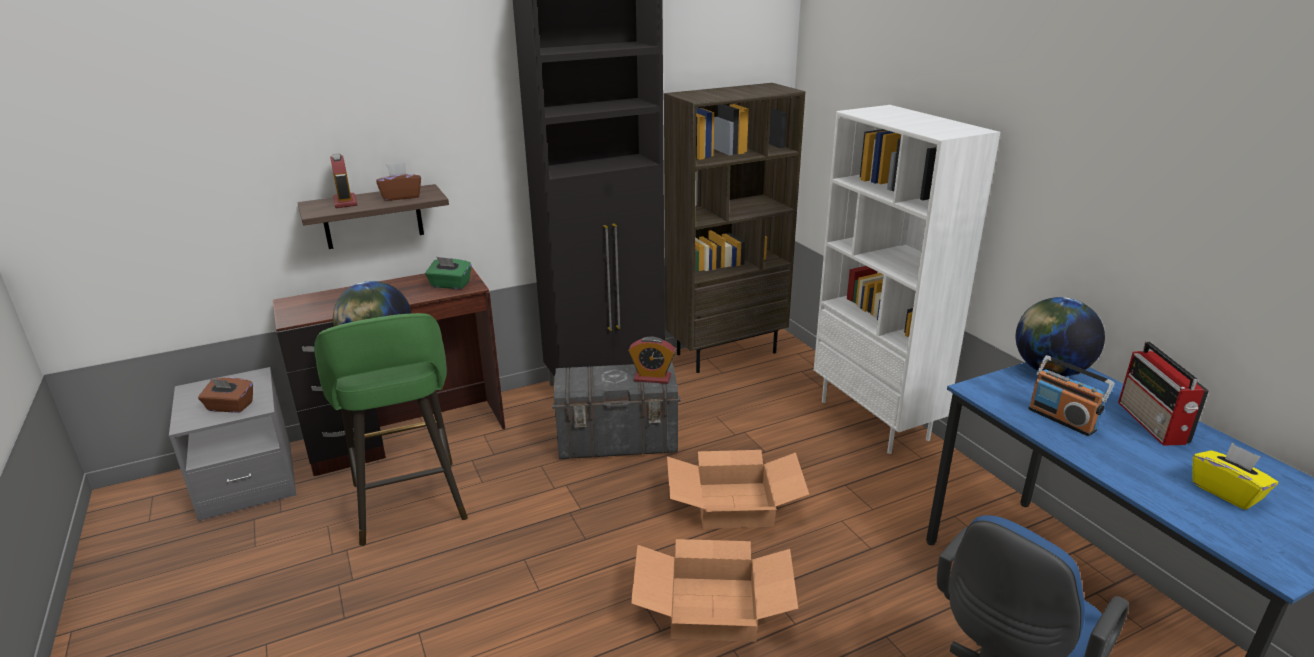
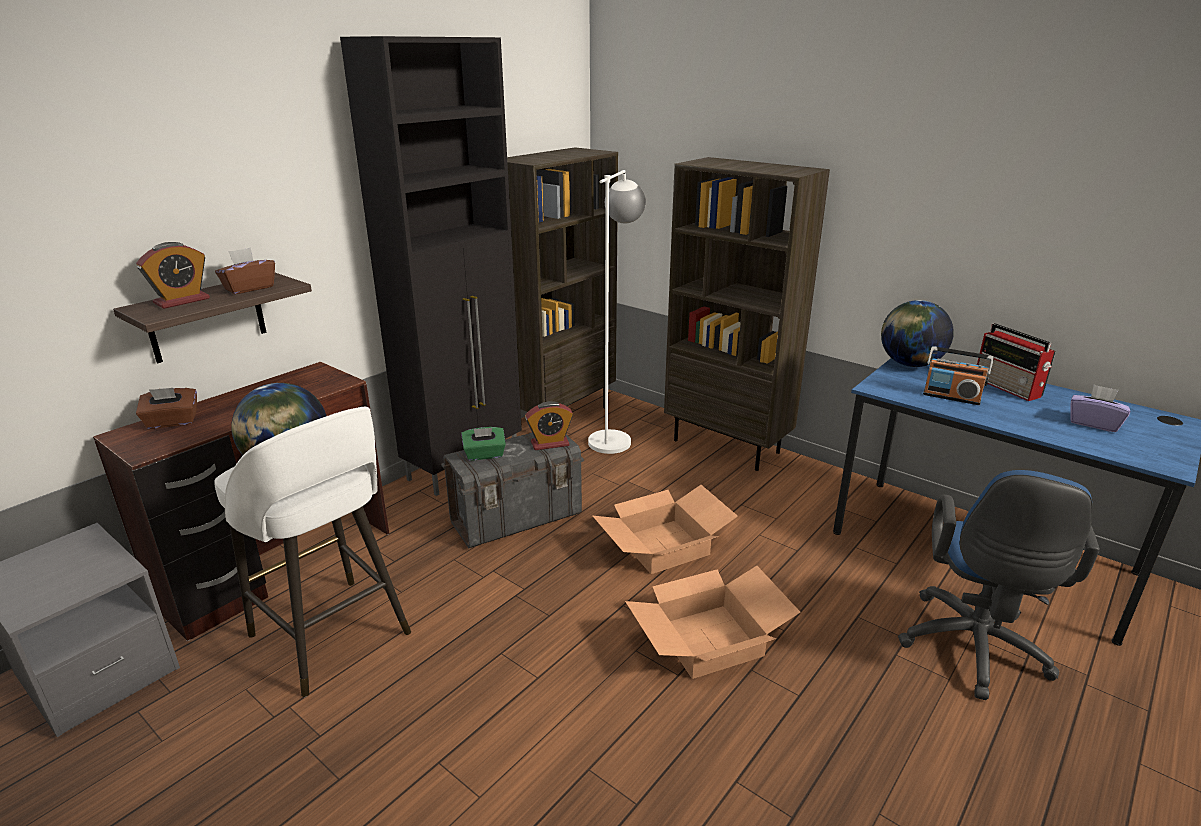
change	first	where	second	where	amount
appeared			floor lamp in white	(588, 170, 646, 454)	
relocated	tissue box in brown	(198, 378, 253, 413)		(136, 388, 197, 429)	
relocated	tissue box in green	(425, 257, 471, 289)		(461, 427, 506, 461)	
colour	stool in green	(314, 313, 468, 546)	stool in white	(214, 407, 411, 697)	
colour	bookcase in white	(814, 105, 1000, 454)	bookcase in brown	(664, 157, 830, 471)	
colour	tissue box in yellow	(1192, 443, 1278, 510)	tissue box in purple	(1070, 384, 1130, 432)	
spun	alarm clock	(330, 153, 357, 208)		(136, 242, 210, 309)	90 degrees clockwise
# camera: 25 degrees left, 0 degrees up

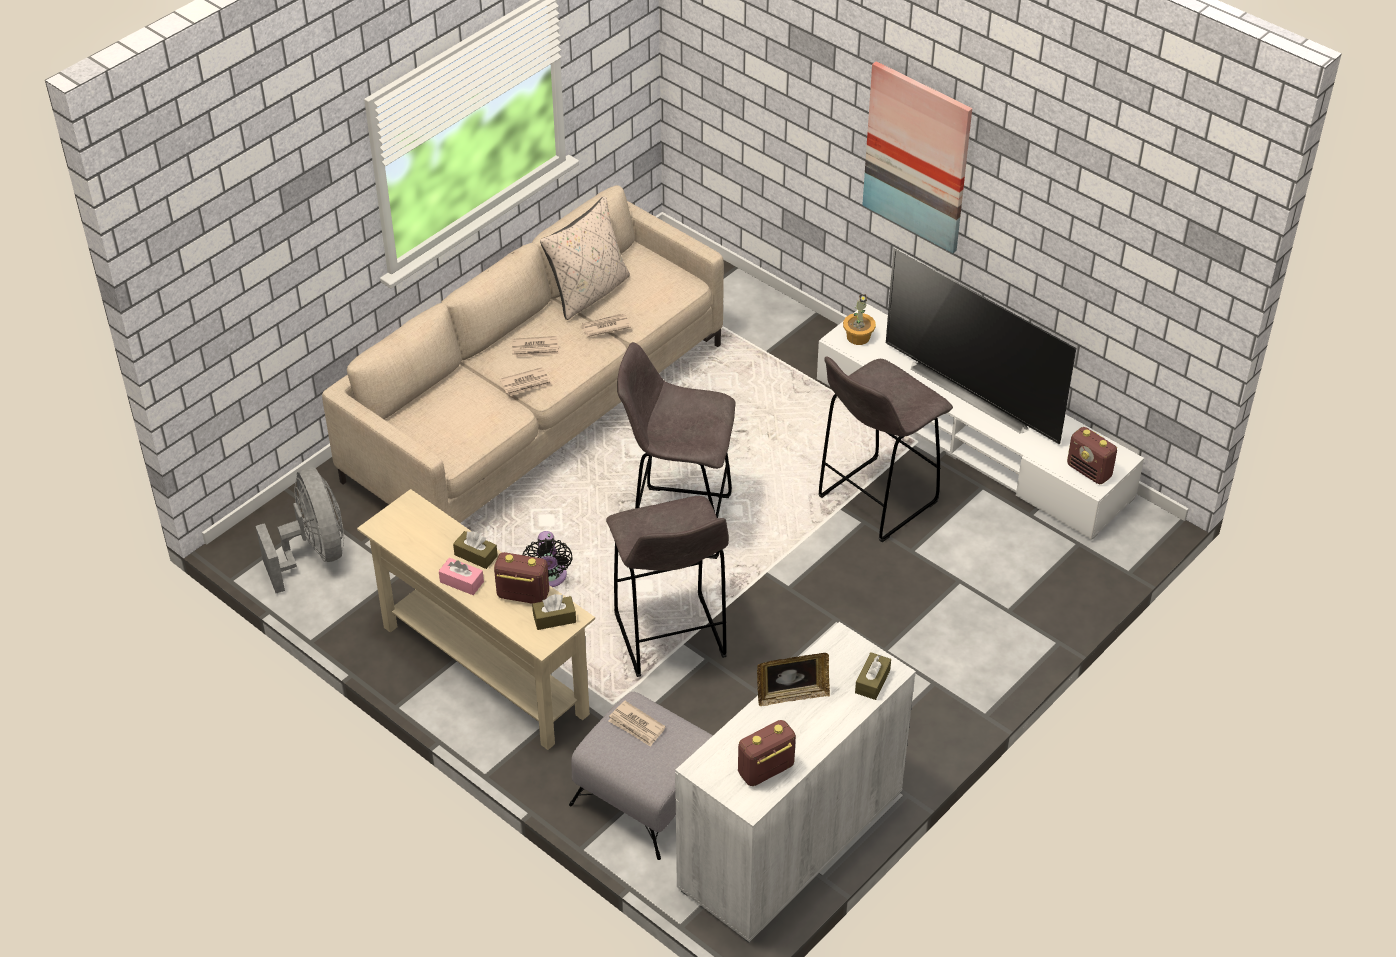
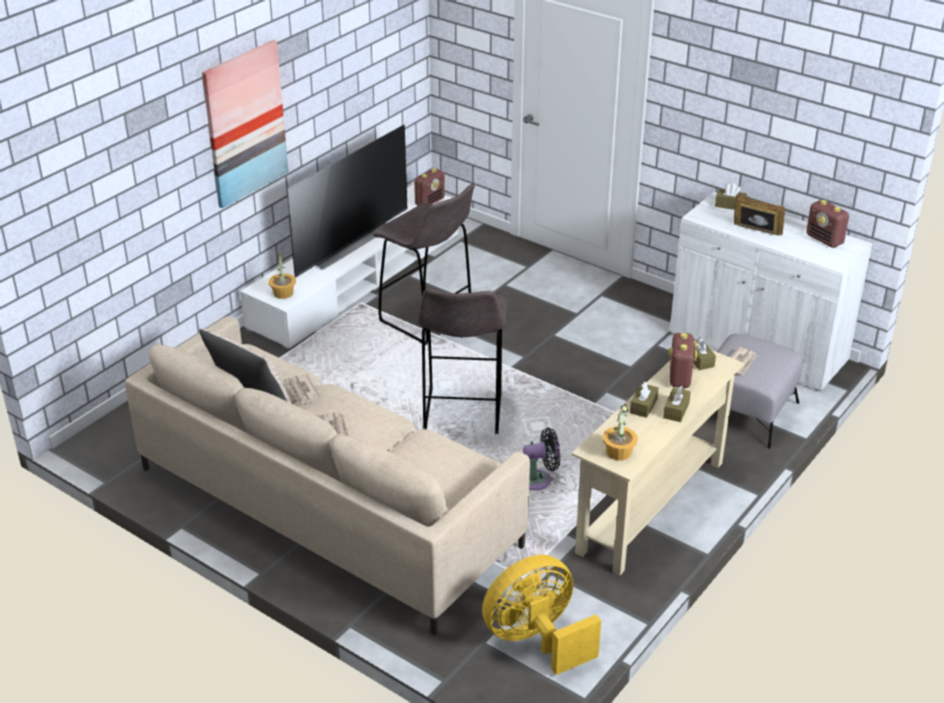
change	first	where	second	where	amount
missing	newspaper	(499, 367, 552, 396)			
missing	stool in grey	(606, 496, 729, 677)			
appeared			potted plant	(602, 404, 638, 460)	
colour	fan in grey	(256, 467, 344, 593)	fan in yellow	(482, 555, 601, 675)	
colour	tissue box in pink	(439, 558, 484, 595)	tissue box in brown	(663, 386, 691, 422)	
spun	picture frame	(757, 653, 830, 706)		(734, 195, 785, 236)	45 degrees counterclockwise
# camera: 95 degrees left, 10 degrees down

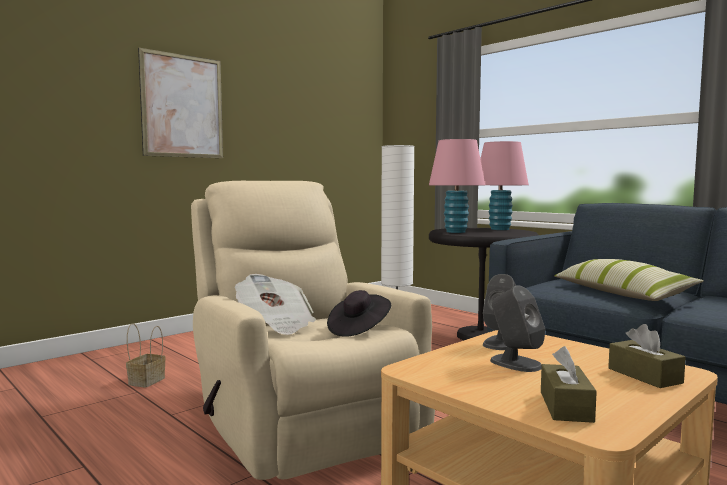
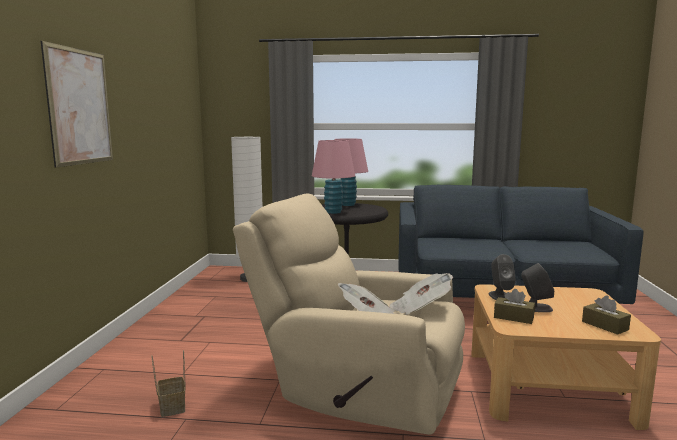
change	first	where	second	where	amount
missing	pillow	(554, 259, 703, 301)			
relocated	tissue box in brown	(608, 324, 686, 388)		(494, 289, 535, 324)	
exchanged	hat in black	(327, 290, 391, 337)	newspaper	(389, 273, 453, 315)	
# camera: 40 degrees left, 5 degrees up

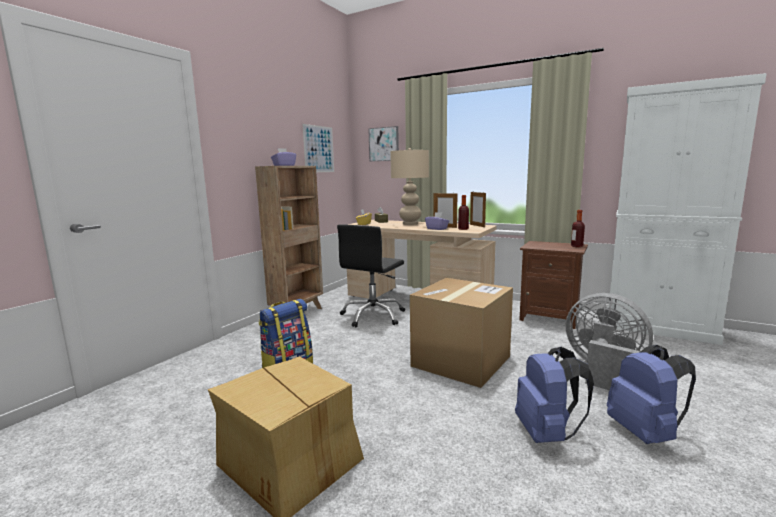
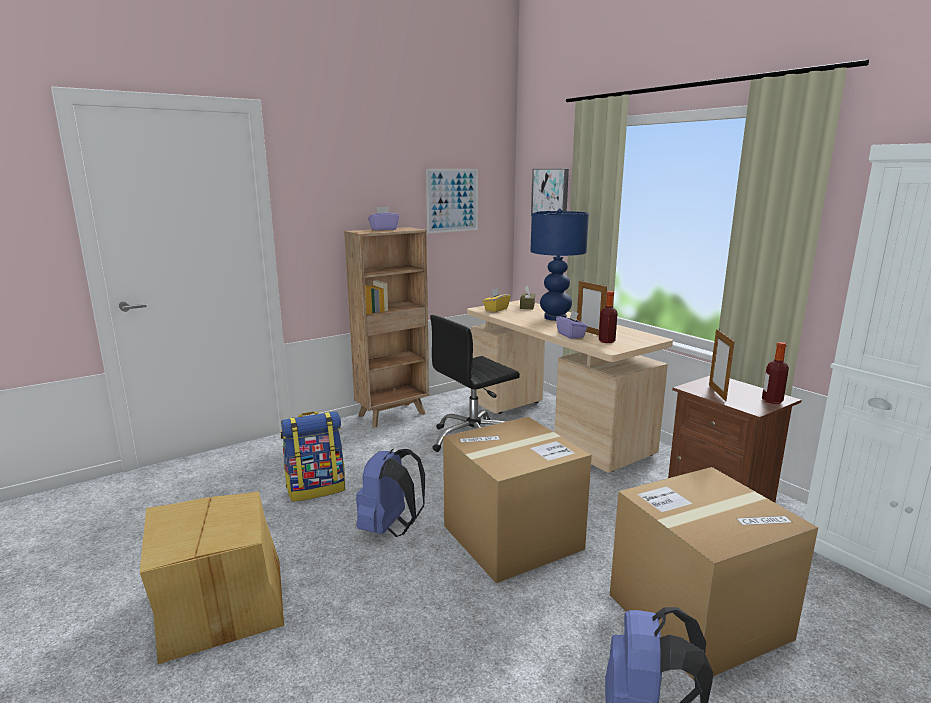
change	first	where	second	where	amount
relocated	picture frame	(470, 192, 486, 227)		(709, 329, 735, 401)	
relocated	backpack in blue	(515, 347, 594, 443)		(356, 449, 425, 537)	
exchanged	fan in grey	(566, 293, 653, 390)	cardboard box	(610, 467, 818, 680)	
colour	table lamp in beige	(390, 148, 429, 225)	table lamp in blue	(530, 209, 589, 321)	
# camera: 25 degrees right, 5 degrees up

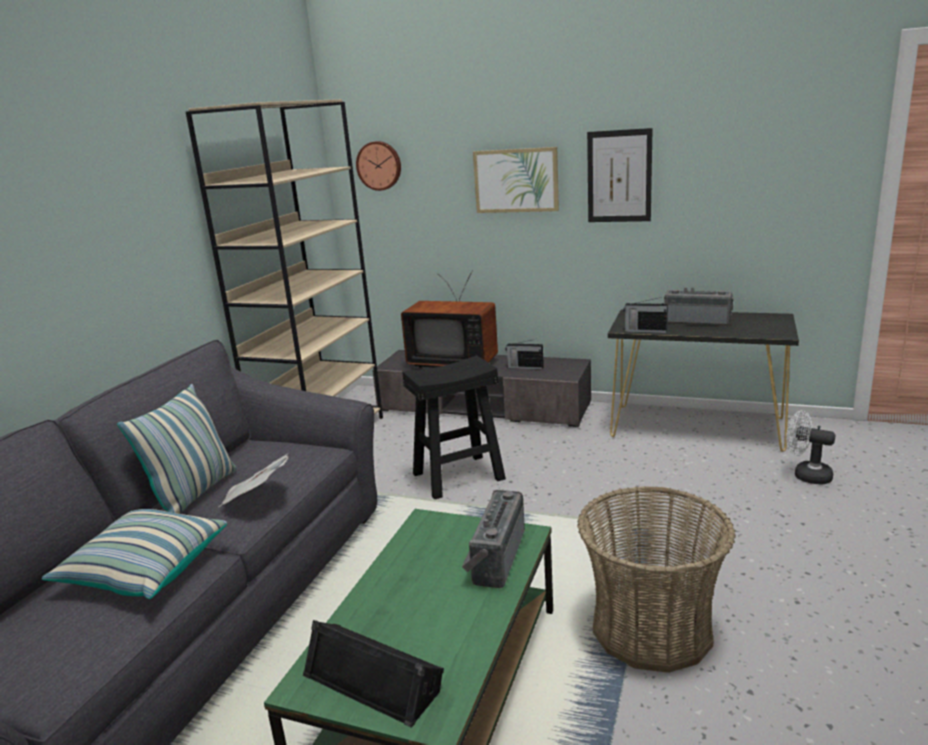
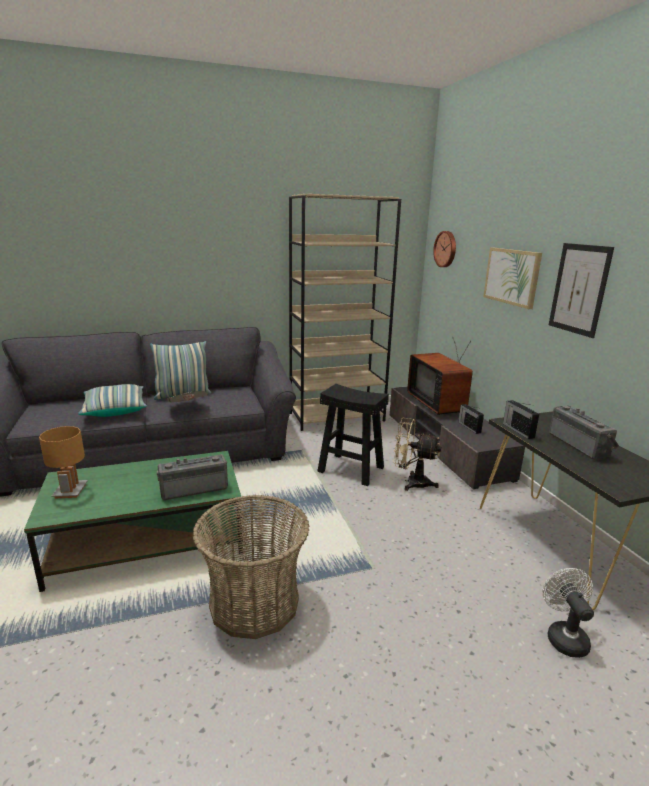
change	first	where	second	where	amount
appeared			fan in beige	(393, 418, 441, 491)	
exchanged	speaker in black	(303, 620, 444, 728)	table lamp in brown	(39, 426, 88, 498)	
# camera: 50 degrees right, 0 degrees up

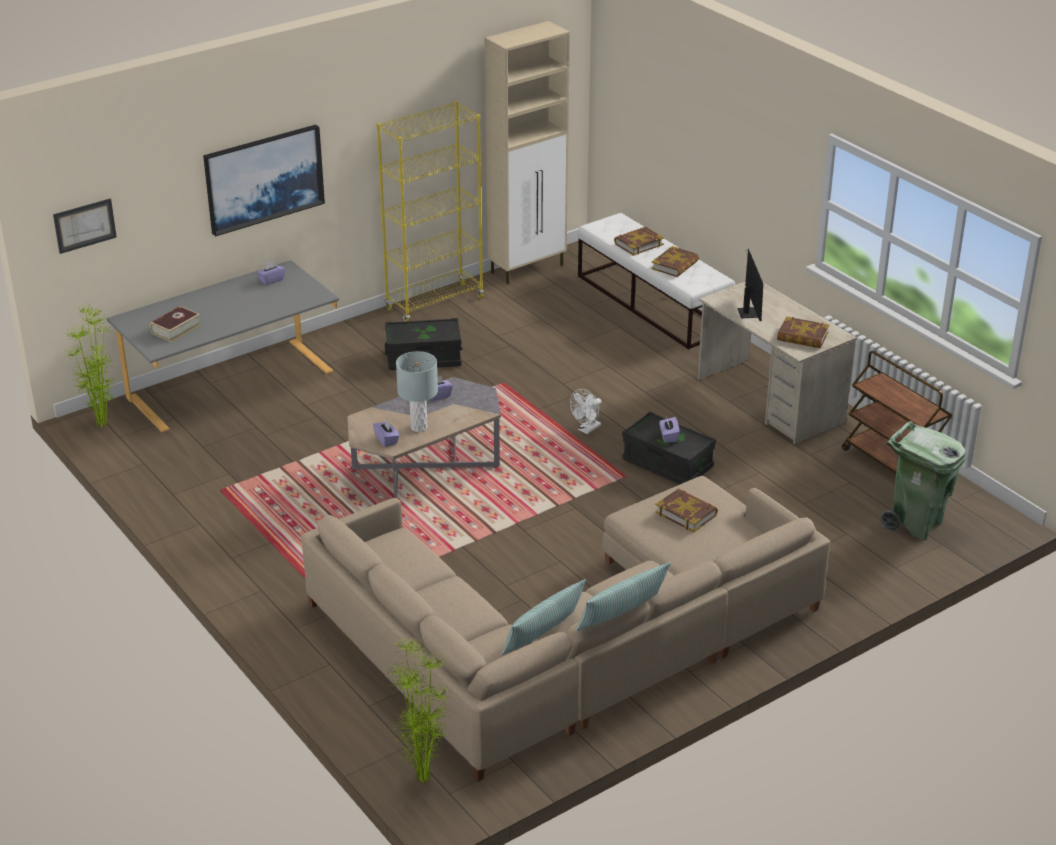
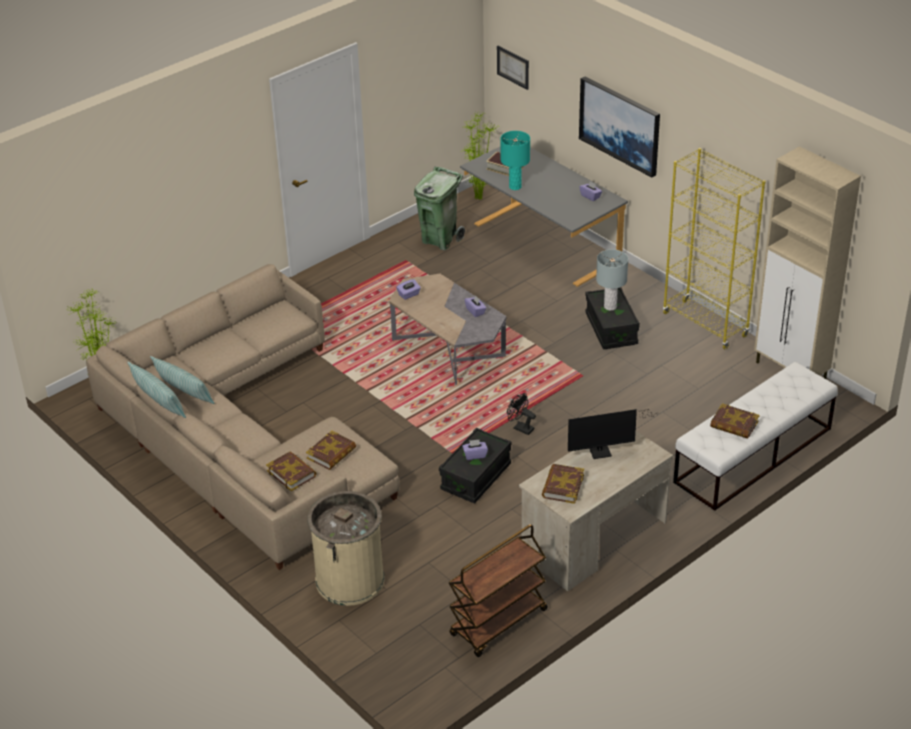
change	first	where	second	where	amount
appeared			trash can in beige	(307, 491, 385, 606)	
appeared			table lamp in turquoise	(500, 131, 530, 190)	
relocated	table lamp in grey	(396, 351, 438, 432)		(596, 249, 628, 310)	
relocated	book	(614, 227, 664, 256)		(266, 451, 316, 491)	
relocated	trash can in green	(880, 421, 966, 539)		(414, 167, 465, 250)	
colour	fan in white	(570, 389, 601, 434)	fan in black	(507, 393, 536, 435)	
# camera: 85 degrees right, 5 degrees up

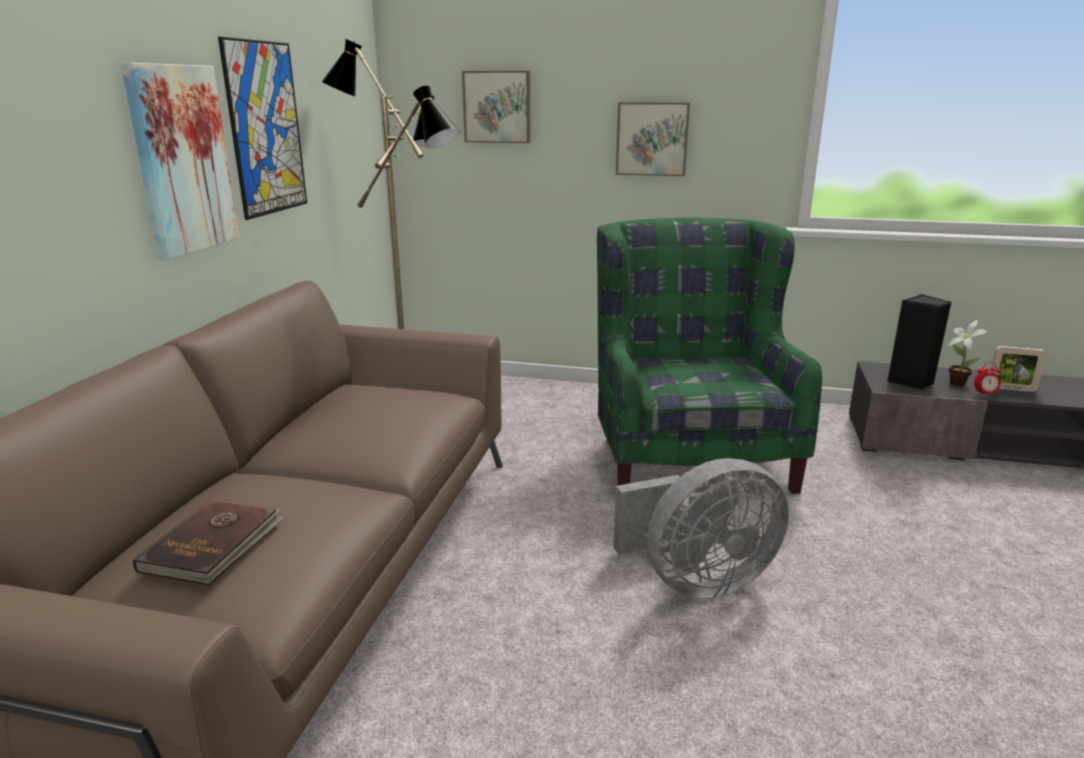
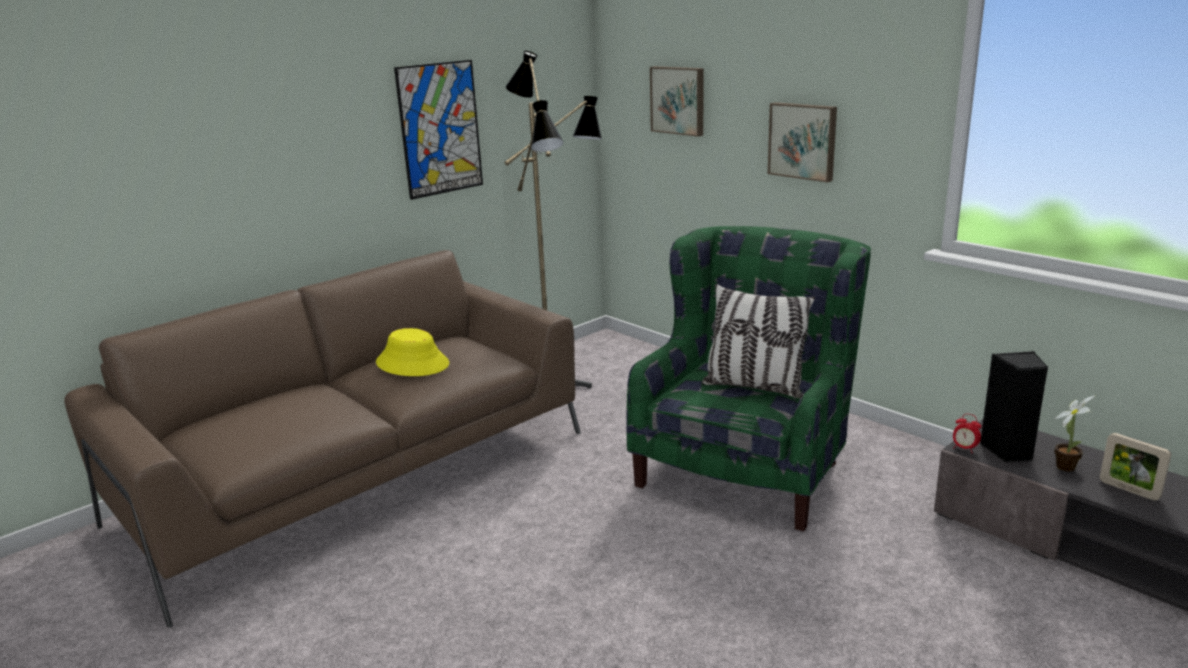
change	first	where	second	where	amount
missing	picture	(121, 62, 239, 260)			
missing	book in brown	(133, 500, 284, 586)			
missing	fan in grey	(613, 458, 789, 599)			
appeared			hat in yellow	(376, 328, 449, 376)	
appeared			pillow	(702, 284, 815, 398)	
relocated	alarm clock	(974, 362, 1001, 396)		(953, 414, 981, 452)	
# camera: 35 degrees right, 0 degrees up

